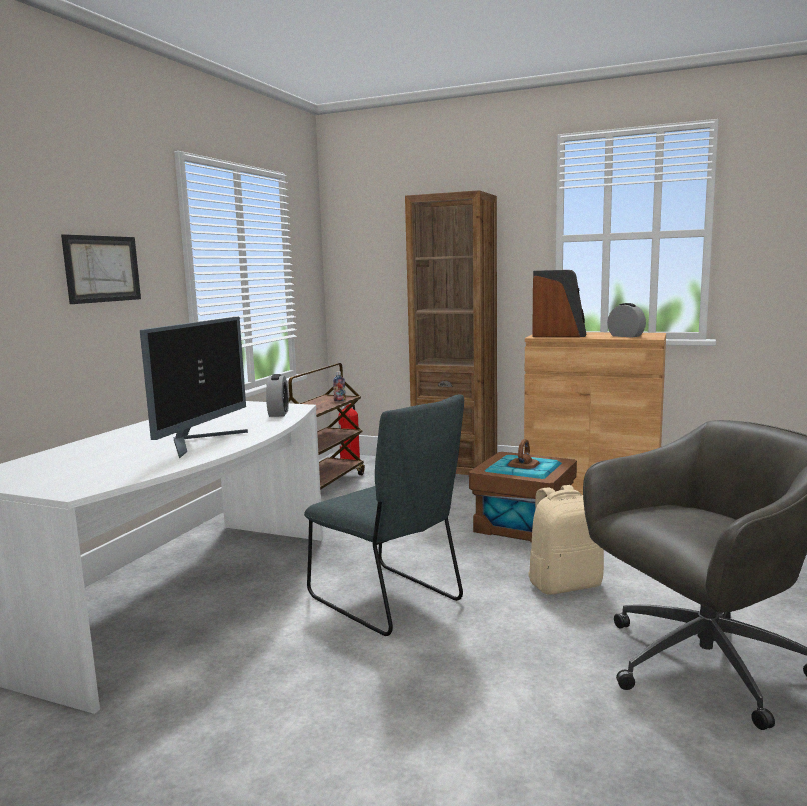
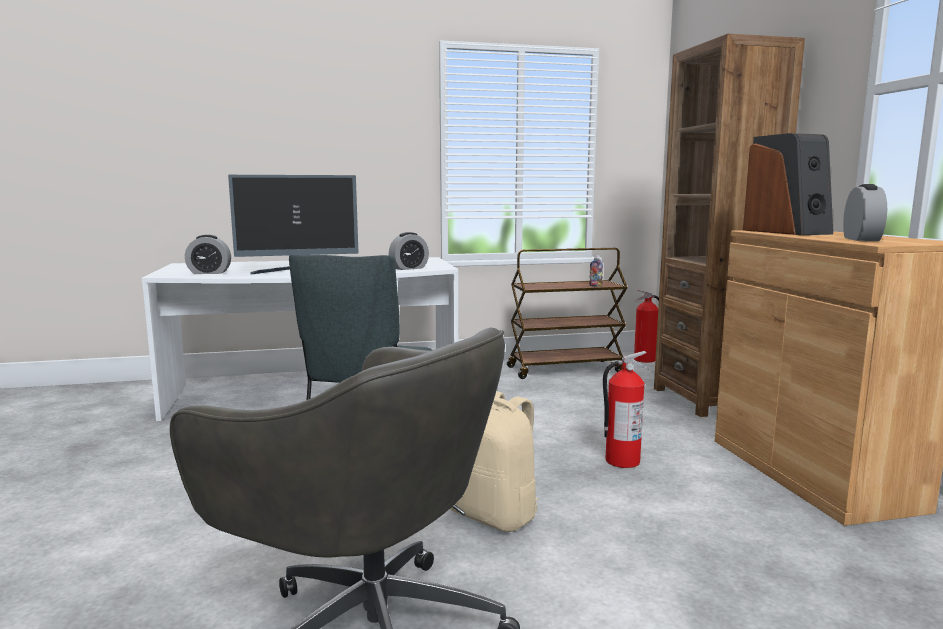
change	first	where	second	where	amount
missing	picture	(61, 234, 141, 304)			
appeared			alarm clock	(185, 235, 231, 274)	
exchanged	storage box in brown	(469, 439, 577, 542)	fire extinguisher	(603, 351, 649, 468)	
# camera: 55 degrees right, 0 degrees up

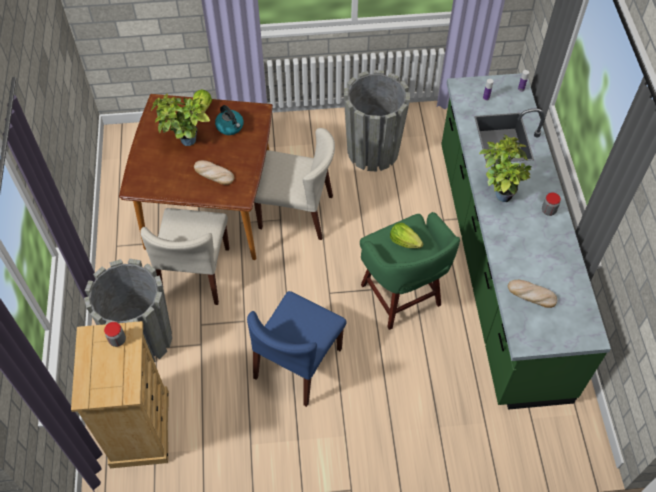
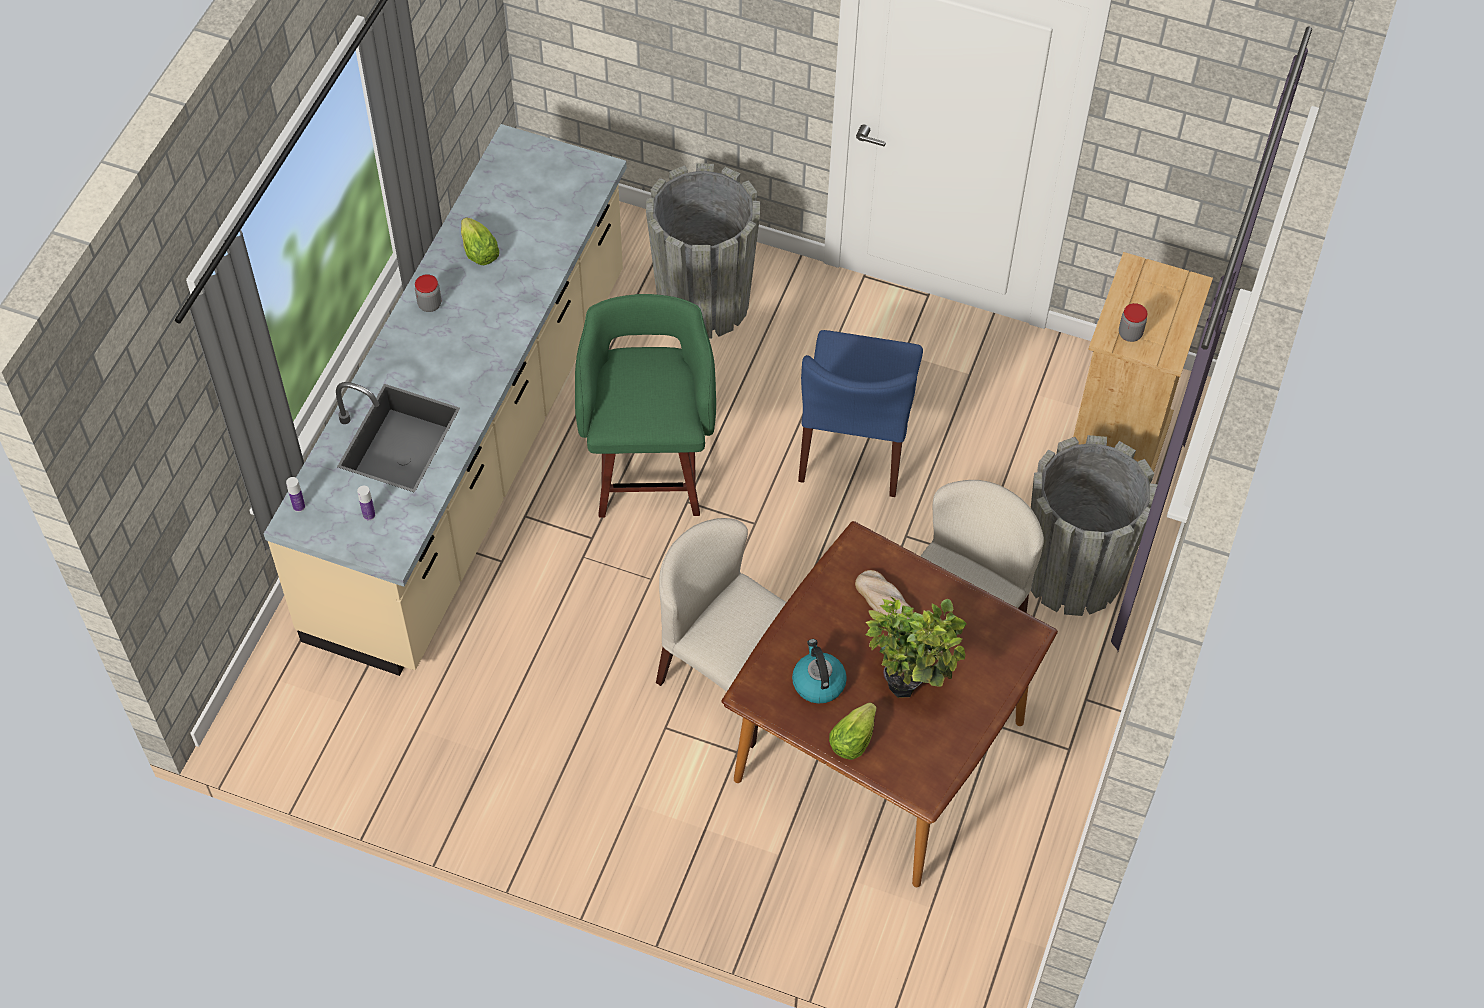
change	first	where	second	where	amount
missing	potted plant	(479, 134, 532, 202)			
missing	bread	(508, 280, 557, 308)			
relocated	planter in grey	(344, 70, 410, 171)		(646, 163, 760, 338)	
relocated	lettuce	(390, 223, 423, 248)		(461, 217, 499, 265)	
colour	counter in green	(441, 73, 611, 410)	counter in beige	(264, 124, 627, 676)	
spun	chair in blue	(247, 291, 347, 407)		(798, 330, 923, 497)	135 degrees clockwise
# camera: 155 degrees left, 0 degrees up

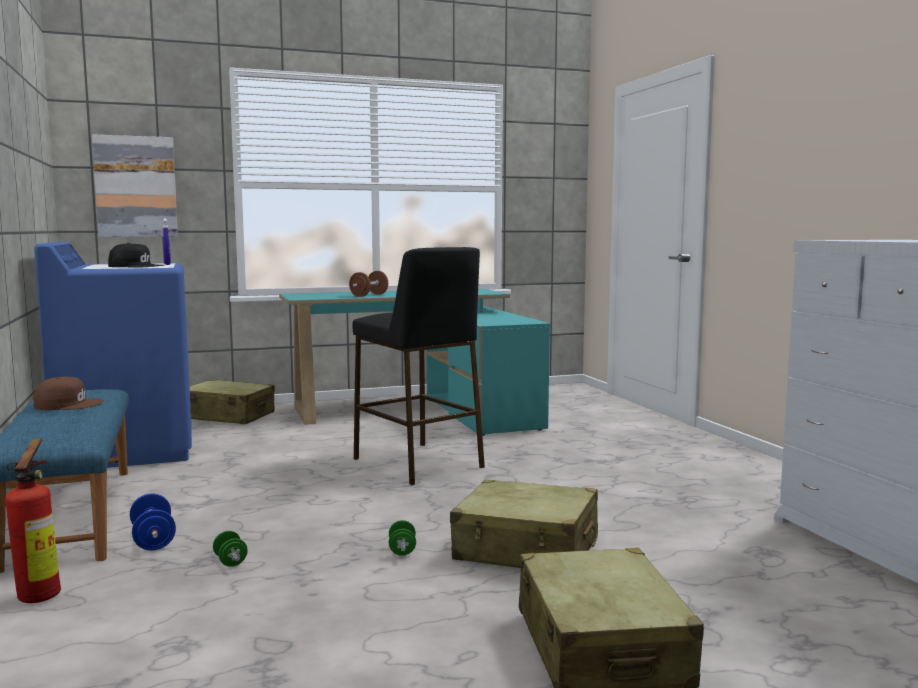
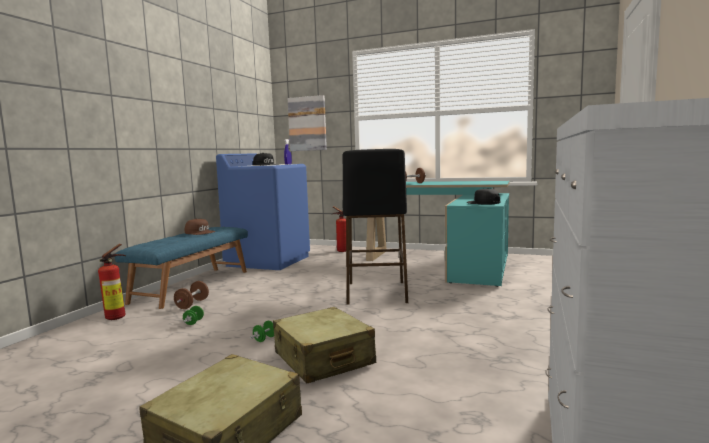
change	first	where	second	where	amount
appeared			cap in black	(467, 188, 500, 205)	
exchanged	suitcase in beige	(190, 379, 275, 424)	fire extinguisher	(333, 206, 346, 252)	
colour	dumbbell in blue	(130, 493, 176, 550)	dumbbell in brown	(174, 281, 209, 309)	
# camera: 40 degrees right, 0 degrees up

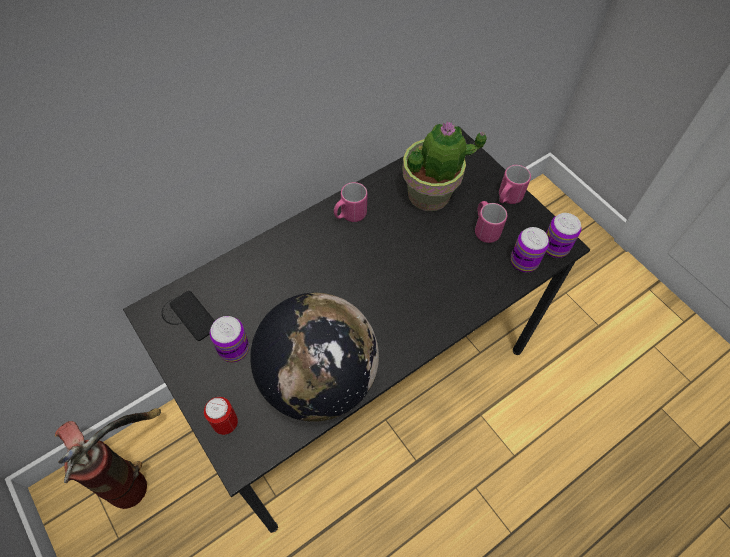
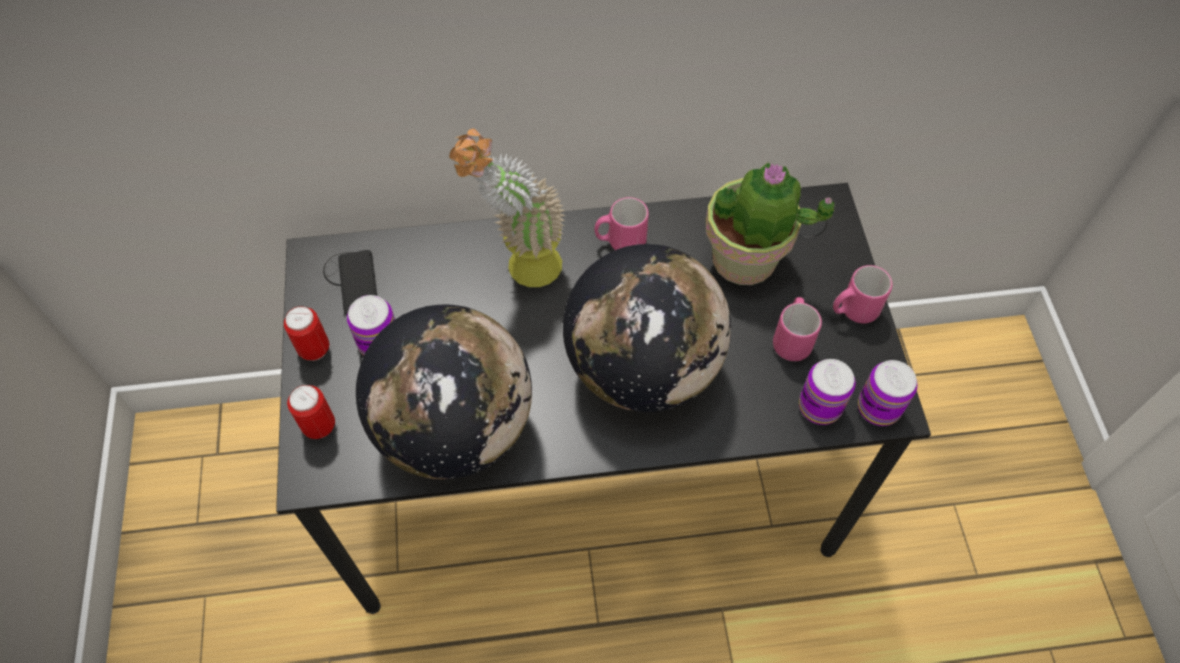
change	first	where	second	where	amount
missing	fire extinguisher	(55, 408, 161, 509)			
appeared			can	(284, 306, 329, 361)	
appeared			potted plant	(449, 129, 565, 287)	
appeared			globe	(563, 244, 731, 412)	
# camera: 30 degrees right, 0 degrees up

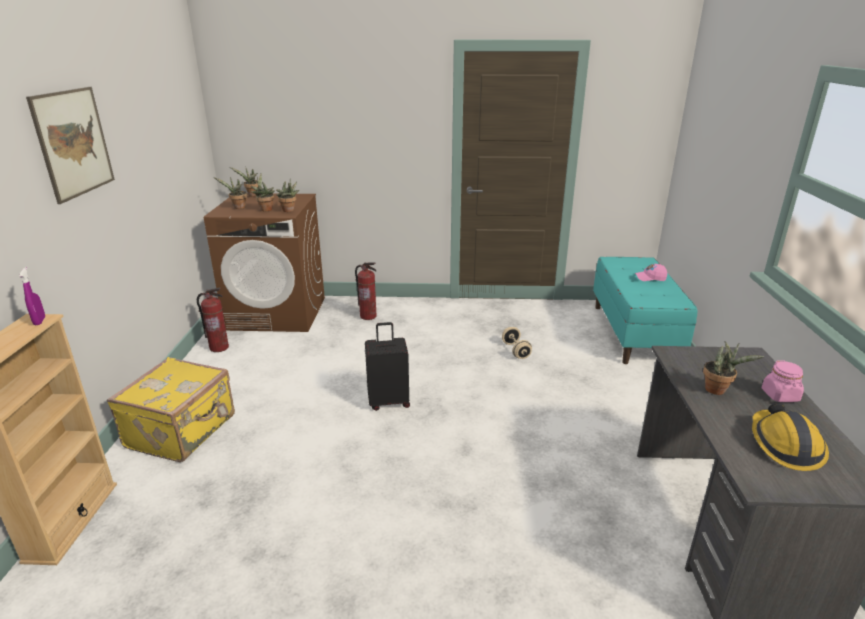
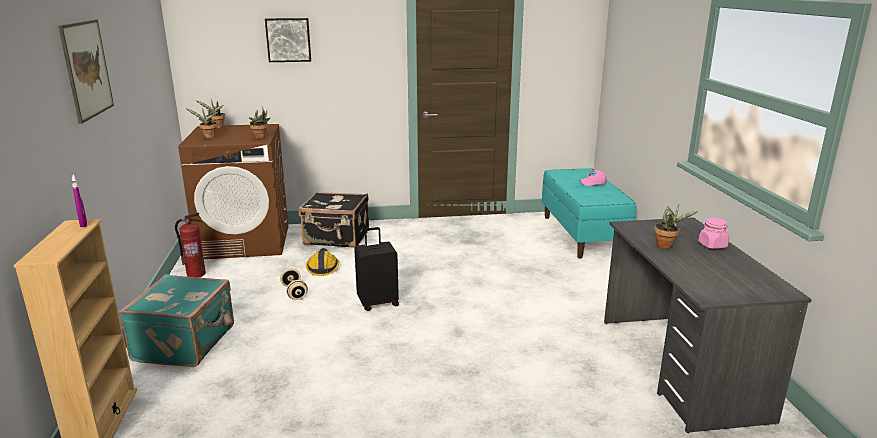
change	first	where	second	where	amount
missing	potted plant	(251, 173, 275, 211)			
appeared			picture	(265, 18, 311, 62)	
relocated	dumbbell in beige	(502, 327, 532, 359)		(280, 268, 308, 300)	
relocated	hard hat	(752, 403, 829, 471)		(306, 248, 339, 276)	
exchanged	fire extinguisher	(355, 262, 377, 320)	suitcase in black	(299, 191, 369, 248)	
colour	suitcase in yellow	(107, 357, 235, 462)	suitcase in turquoise	(118, 275, 234, 367)	
# camera: 10 degrees left, 5 degrees down

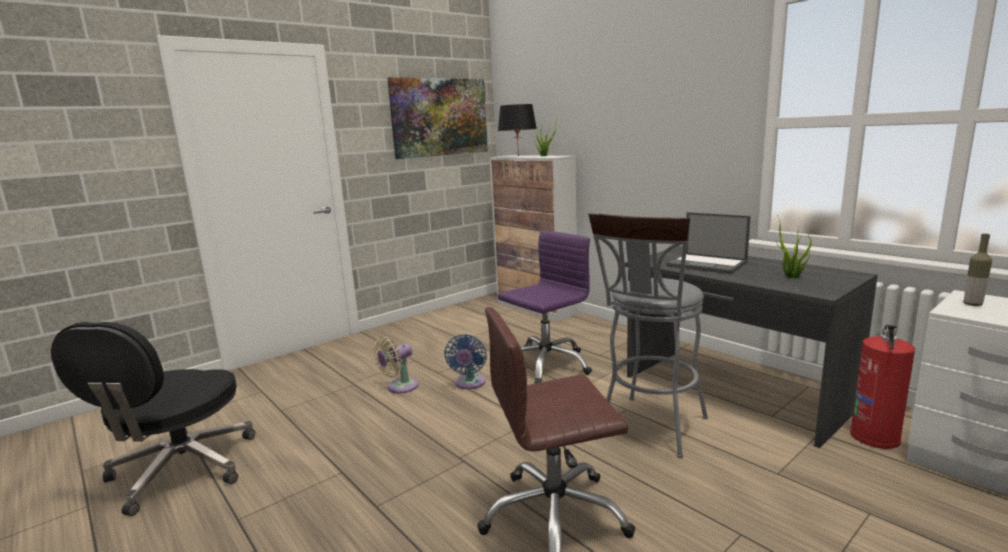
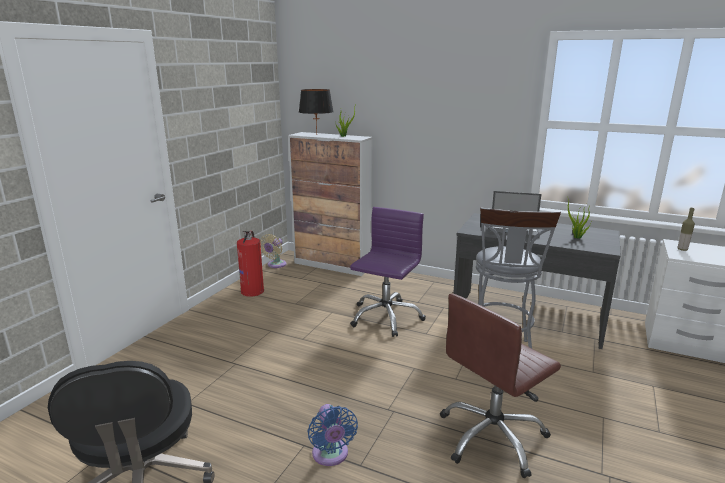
change	first	where	second	where	amount
missing	picture	(387, 77, 488, 159)			
relocated	fan in beige	(374, 337, 419, 393)		(260, 234, 286, 268)	
relocated	fan in blue	(444, 334, 487, 389)		(308, 404, 358, 466)	
relocated	fire extinguisher	(850, 324, 915, 449)		(237, 231, 264, 297)	
# camera: 25 degrees left, 5 degrees up

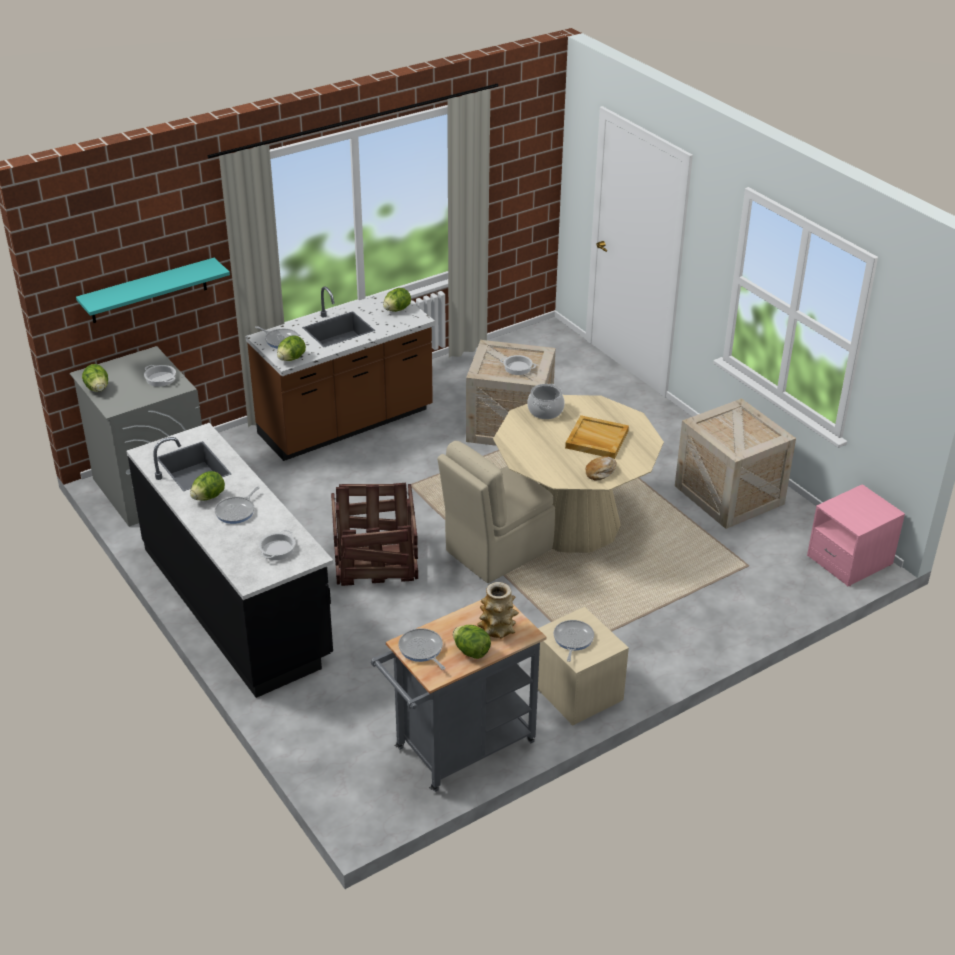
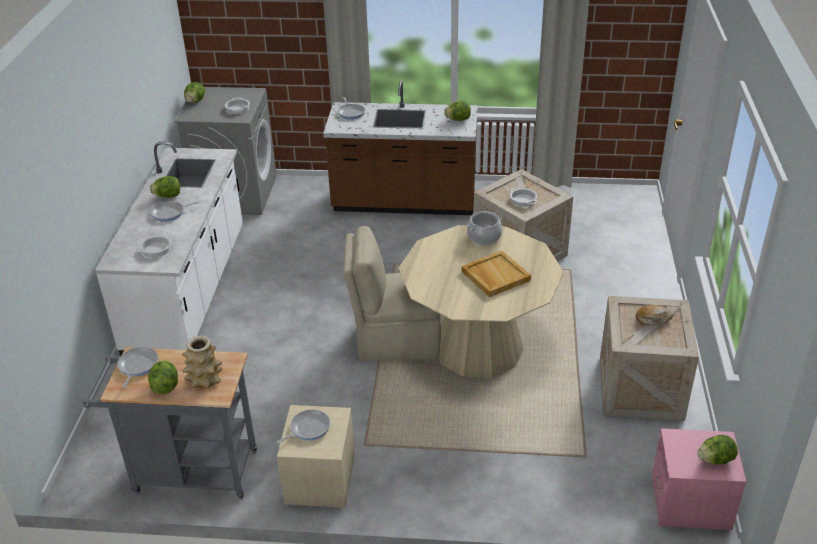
change	first	where	second	where	amount
missing	shelf in turquoise	(76, 258, 230, 323)			
missing	crate	(331, 483, 418, 586)			
relocated	lettuce	(277, 335, 306, 361)		(697, 435, 738, 465)	
relocated	bread	(586, 456, 616, 481)		(636, 305, 673, 325)	
colour	counter in black	(126, 423, 334, 698)	counter in white	(95, 141, 243, 356)	
# camera: 40 degrees right, 0 degrees up

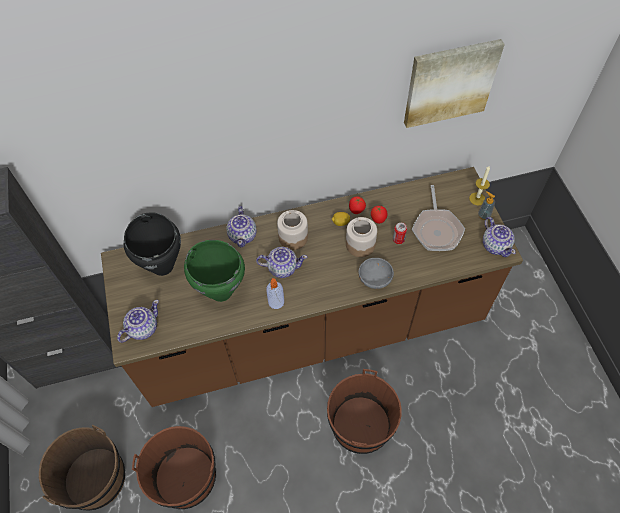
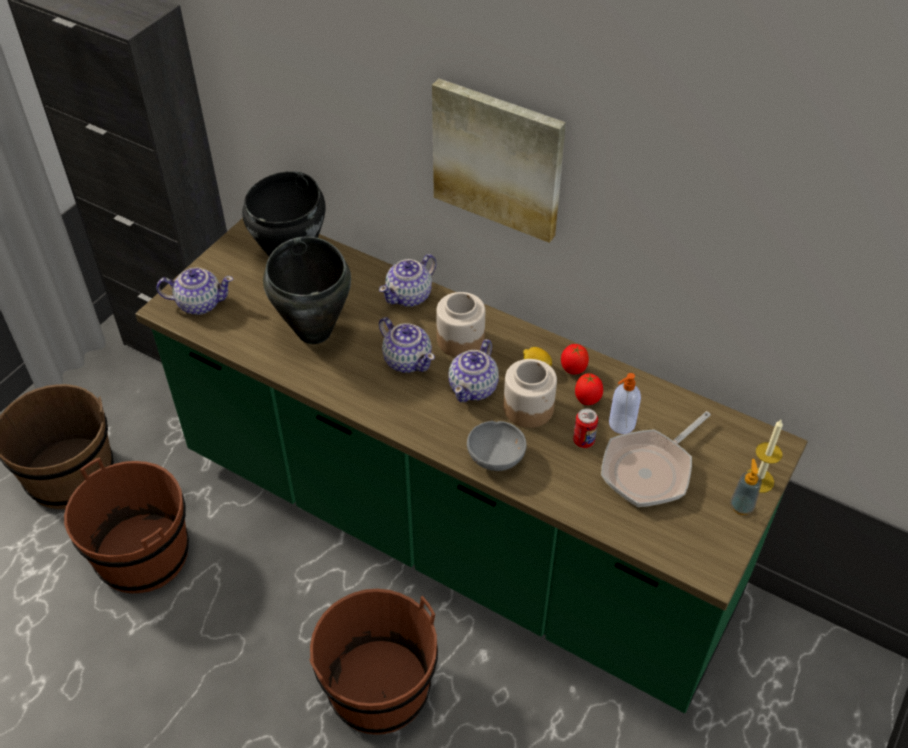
change	first	where	second	where	amount
relocated	soap dispenser	(266, 278, 284, 309)		(609, 373, 641, 434)	
relocated	picture	(404, 39, 505, 128)		(432, 78, 566, 243)	
relocated	teapot	(483, 217, 516, 257)		(449, 339, 499, 402)	
colour	counter in brown	(101, 167, 523, 407)	counter in green	(135, 218, 808, 713)	
colour	cooking pot in green	(184, 240, 245, 302)	cooking pot in black	(263, 237, 351, 344)	
# camera: 45 degrees right, 10 degrees down

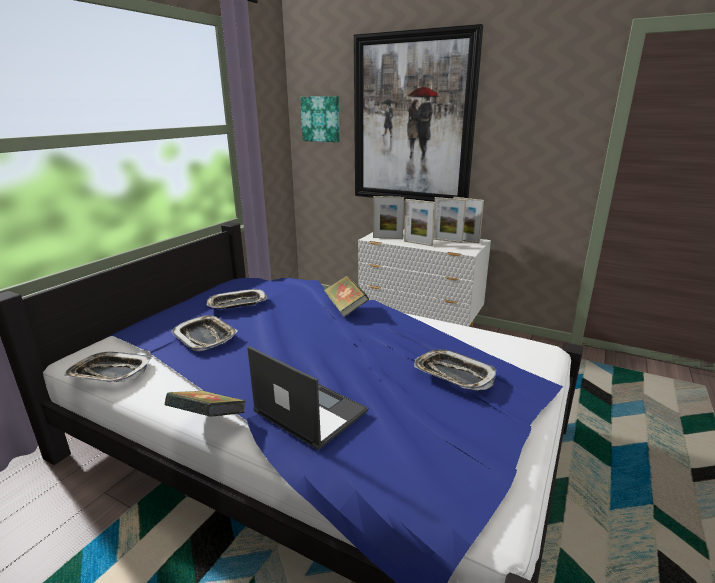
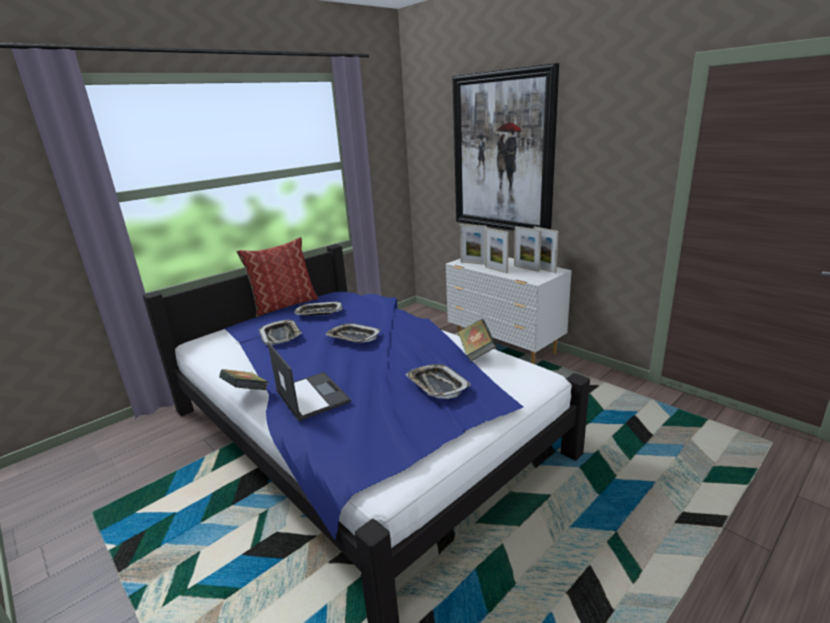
change	first	where	second	where	amount
missing	picture	(300, 96, 340, 142)			
appeared			pillow	(236, 237, 318, 317)	
relocated	tray	(64, 352, 151, 382)		(326, 323, 381, 343)	
relocated	book	(324, 275, 369, 317)		(457, 319, 497, 361)	
# camera: 20 degrees right, 0 degrees up

